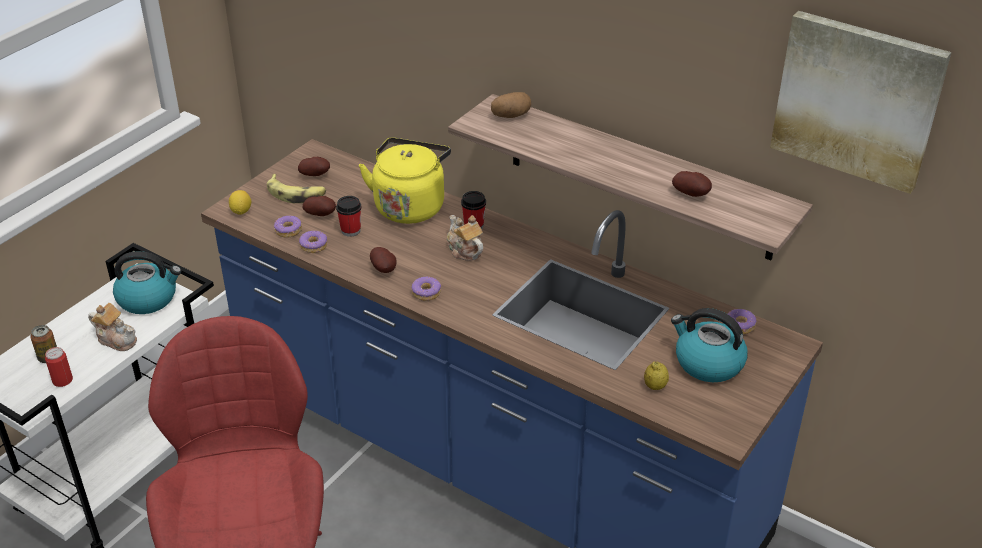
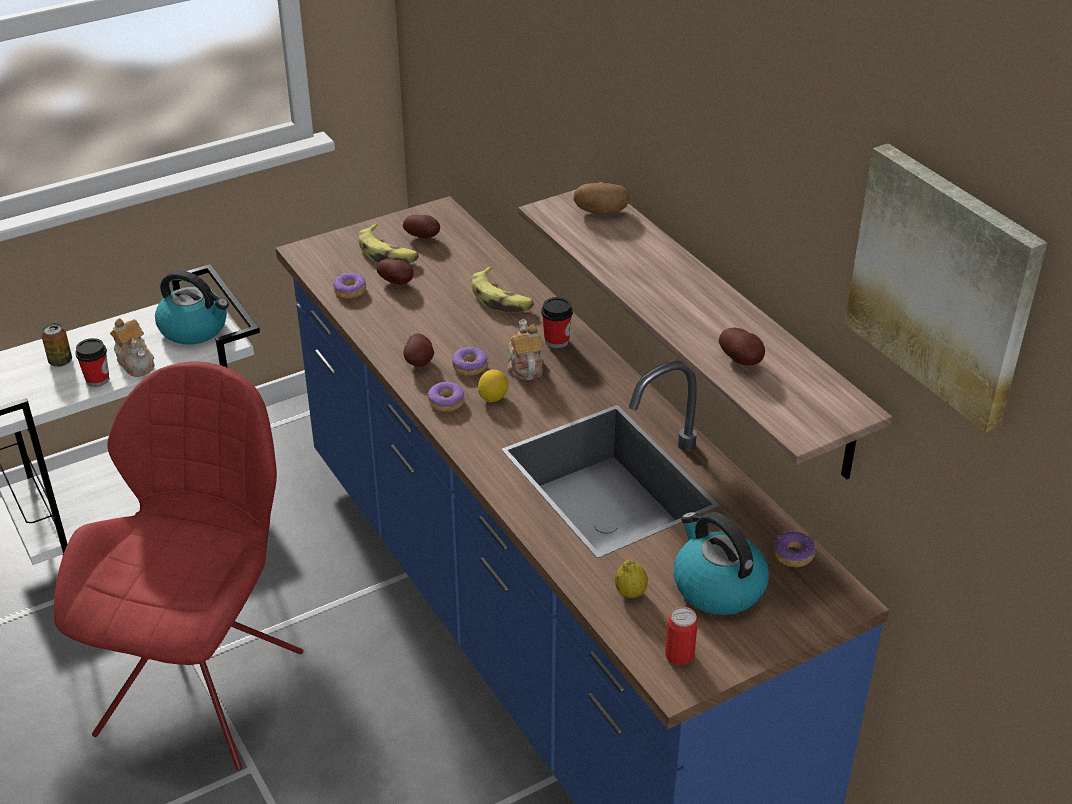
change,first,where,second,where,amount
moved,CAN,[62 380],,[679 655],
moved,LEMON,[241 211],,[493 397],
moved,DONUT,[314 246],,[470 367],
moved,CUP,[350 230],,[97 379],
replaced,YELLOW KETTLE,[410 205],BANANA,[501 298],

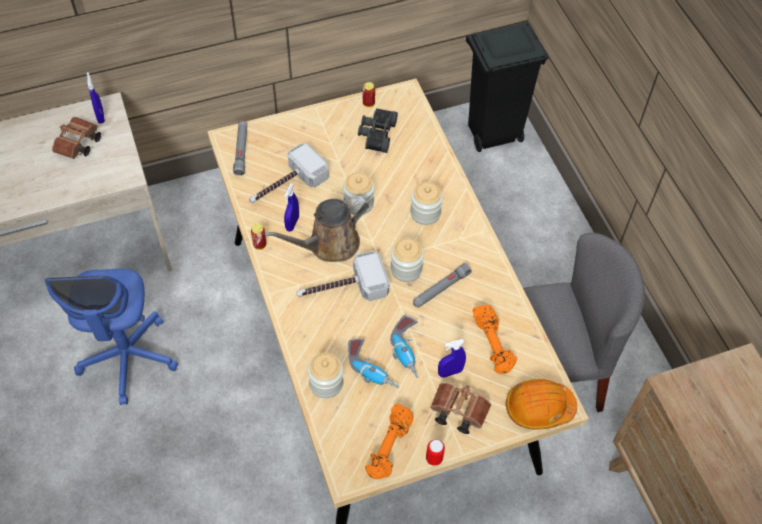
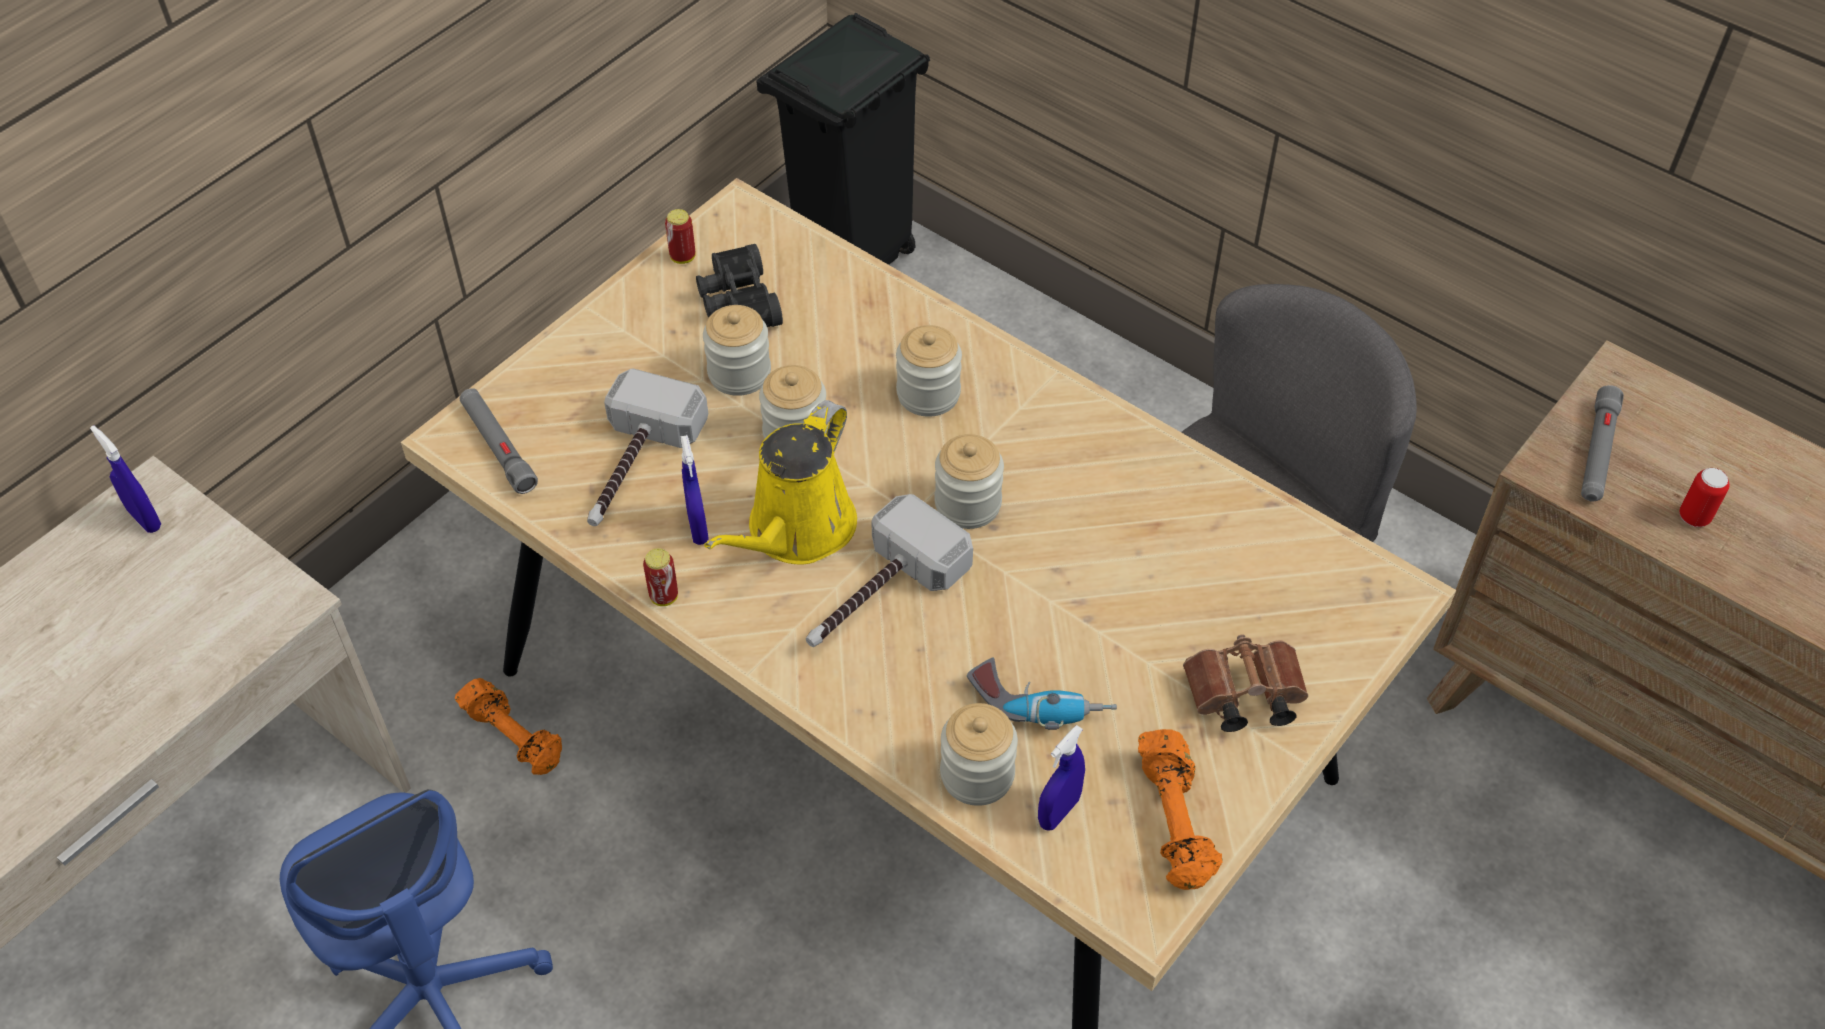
change,first,where,second,where,amount
removed,BROWN BINOCULARS,[78 145],,,
removed,POWER DRILL,[409 350],,,
removed,ORANGE HARD HAT,[539 408],,,
added,,,JAR,[739 373],
moved,GREY FLASHLIGHT,[441 289],,[1597 452],
moved,CAN,[434 458],,[1694 517],
moved,BLUE SPRAY BOTTLE,[450 372],,[1059 812],
moved,ORANGE DUMBBELL,[493 344],,[515 736],
recoloured,BROWN WATERING CAN,[329 245],YELLOW WATERING CAN,[796 531],

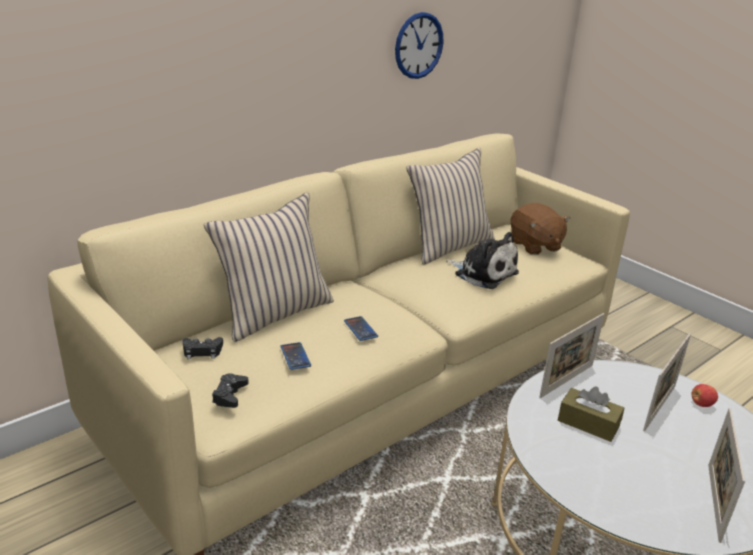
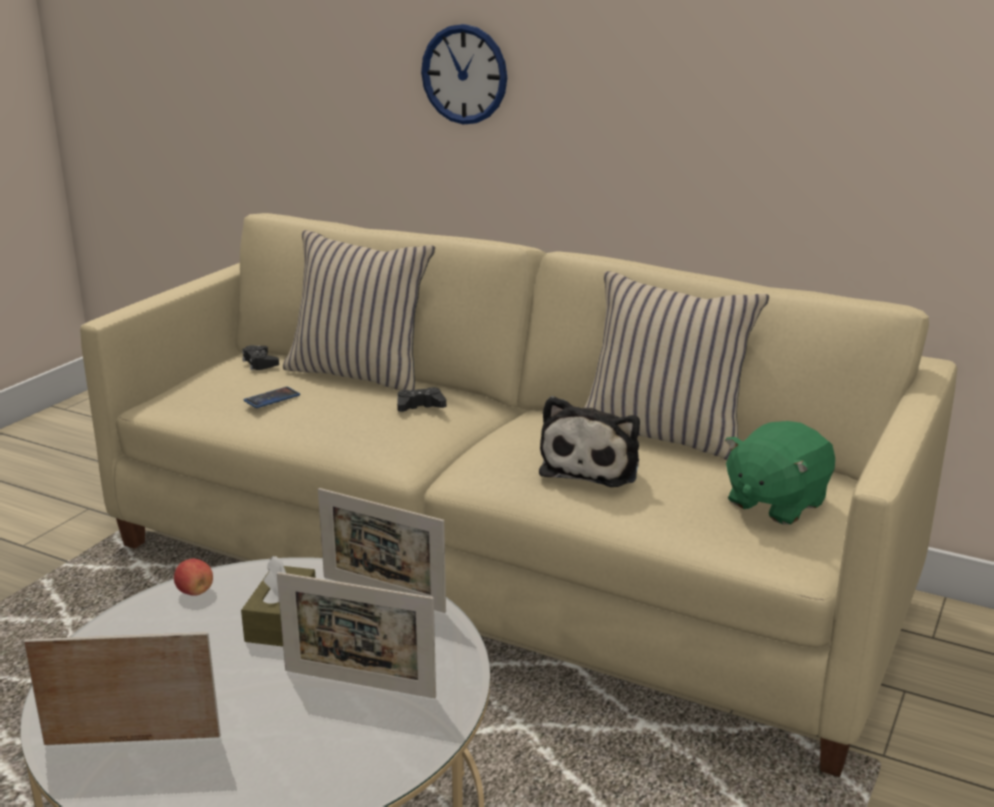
change,first,where,second,where,amount
removed,PHONE,[360 329],,,
moved,BLACK GAME CONTROLLER,[230 395],,[420 406],
moved,WALL CLOCK,[418 45],,[464 74],
moved,APPLE,[701 404],,[195 592],
recoloured,BROWN PLUSH TOY,[534 246],GREEN PLUSH TOY,[775 503],

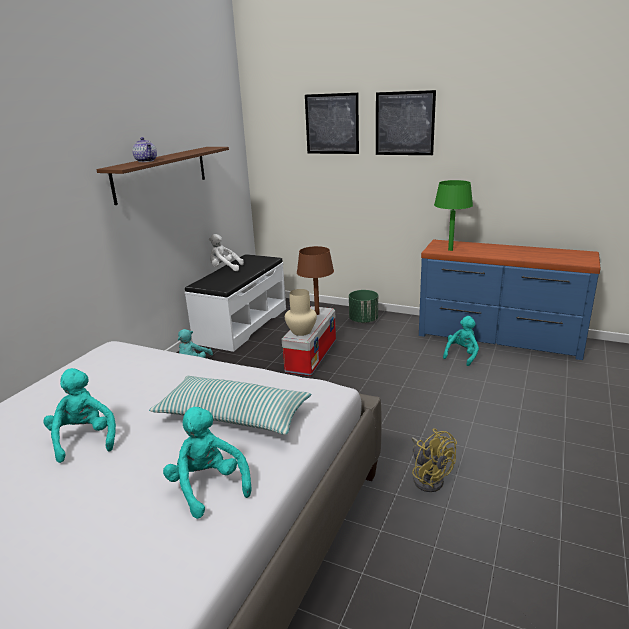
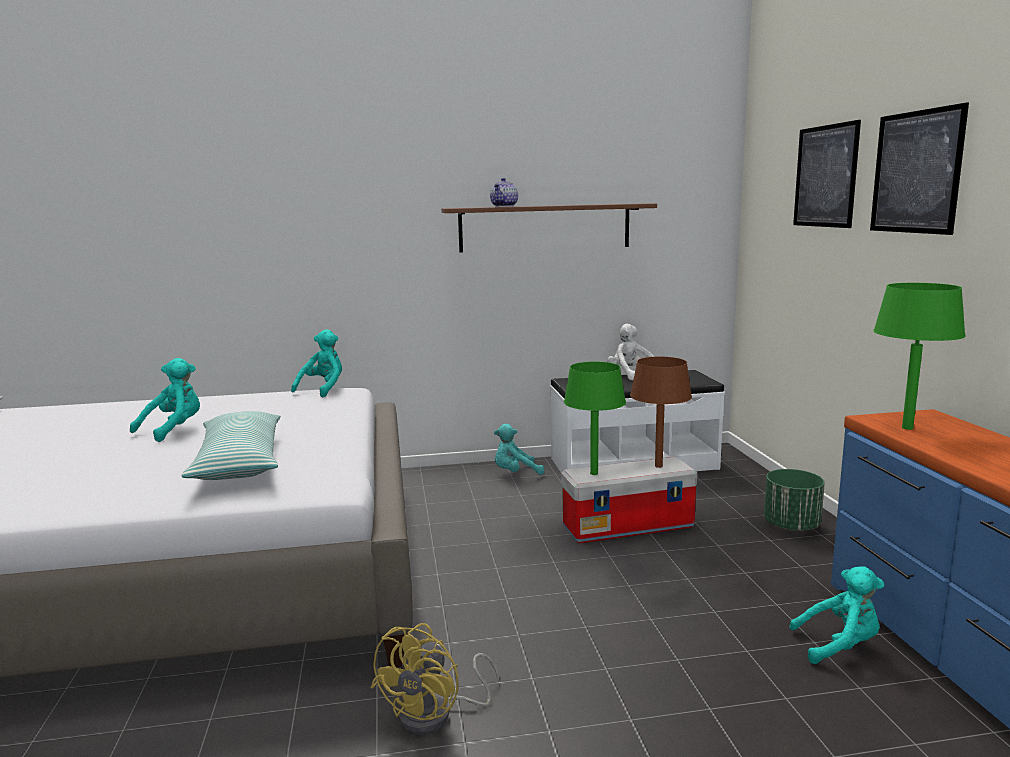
change,first,where,second,where,amount
moved,TURQUOISE PLUSH TOY,[208 486],,[323 389],
replaced,BEIGE VASE,[302 331],GREEN TABLE LAMP,[594 473],

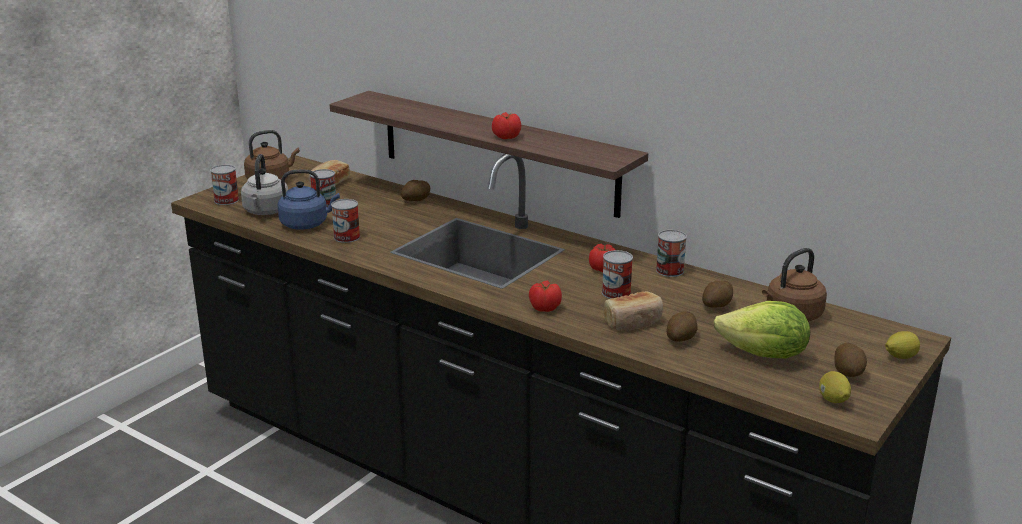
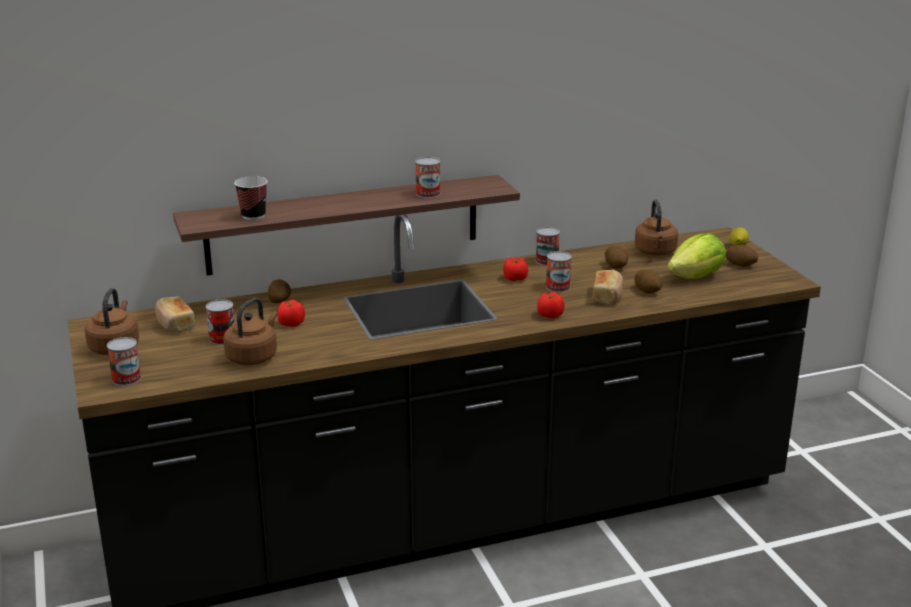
change,first,where,second,where,amount
removed,GREY KETTLE,[266 211],,,
removed,LEMON,[833 400],,,
added,,,CUP,[253 216],
moved,CAN,[347 237],,[428 193],
moved,TOMATO,[506 137],,[291 324],
recoloured,BLUE KETTLE,[307 224],BROWN KETTLE,[253 357],

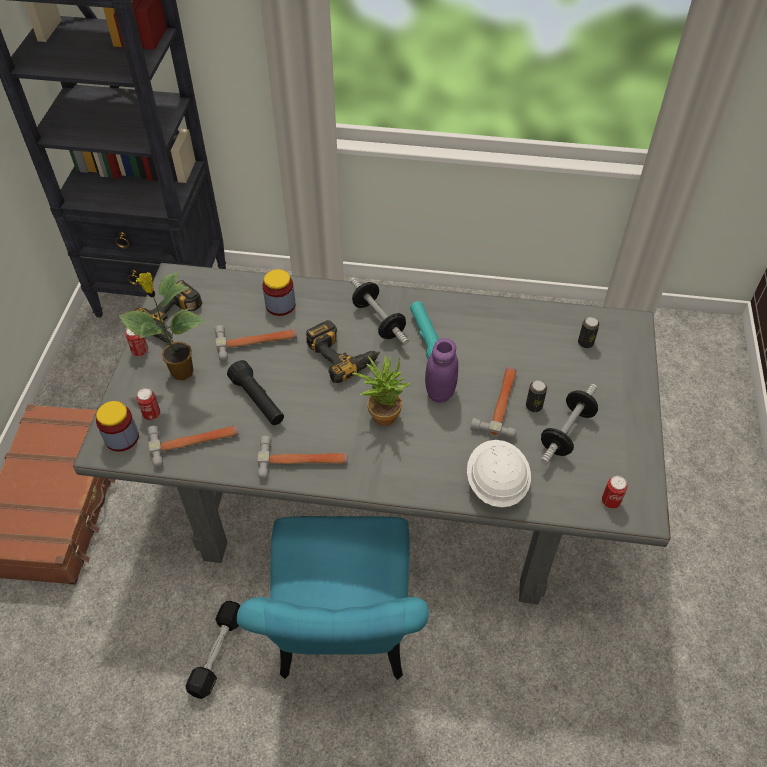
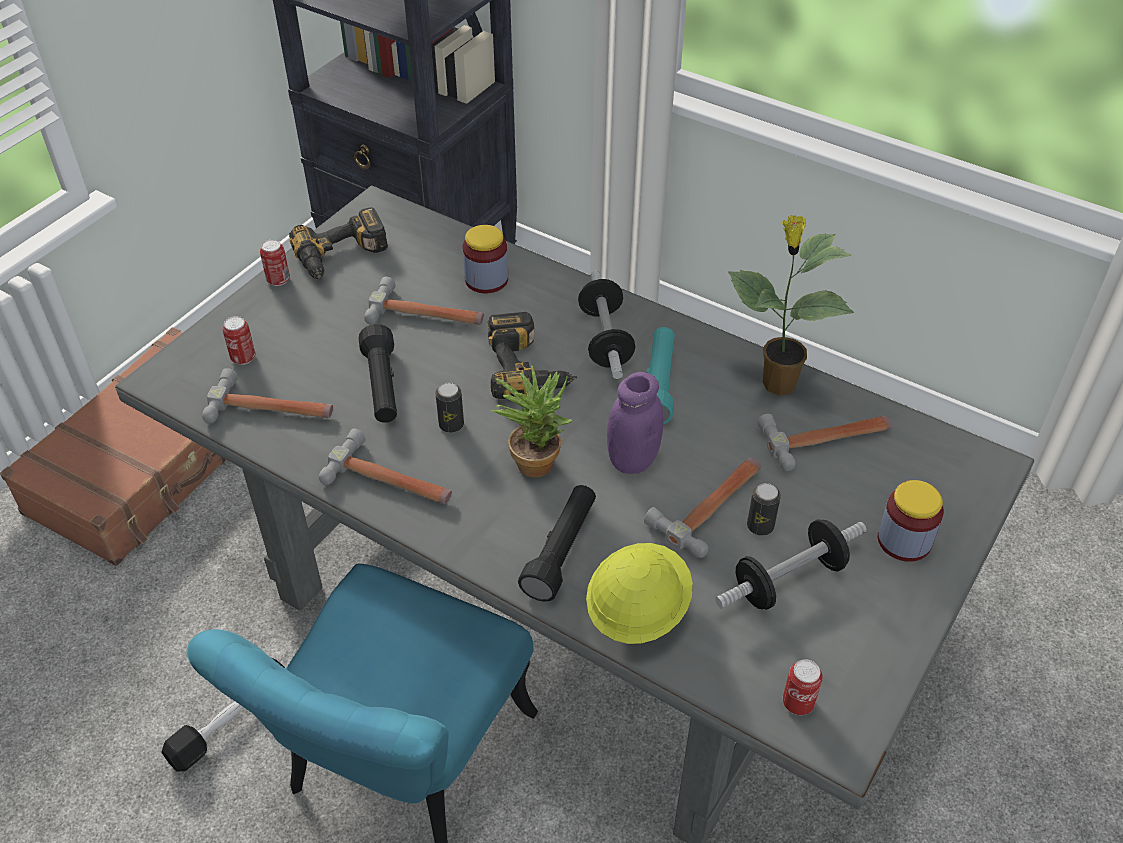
change,first,where,second,where,amount
added,,,BLACK FLASHLIGHT,[561 551],
added,,,HAMMER,[827 439],
moved,JAR,[122 437],,[904 540],
moved,POTTED PLANT,[180 372],,[776 384],
moved,CAN,[585 343],,[451 424],
recoloured,WHITE HARD HAT,[496 483],YELLOW HARD HAT,[637 610],

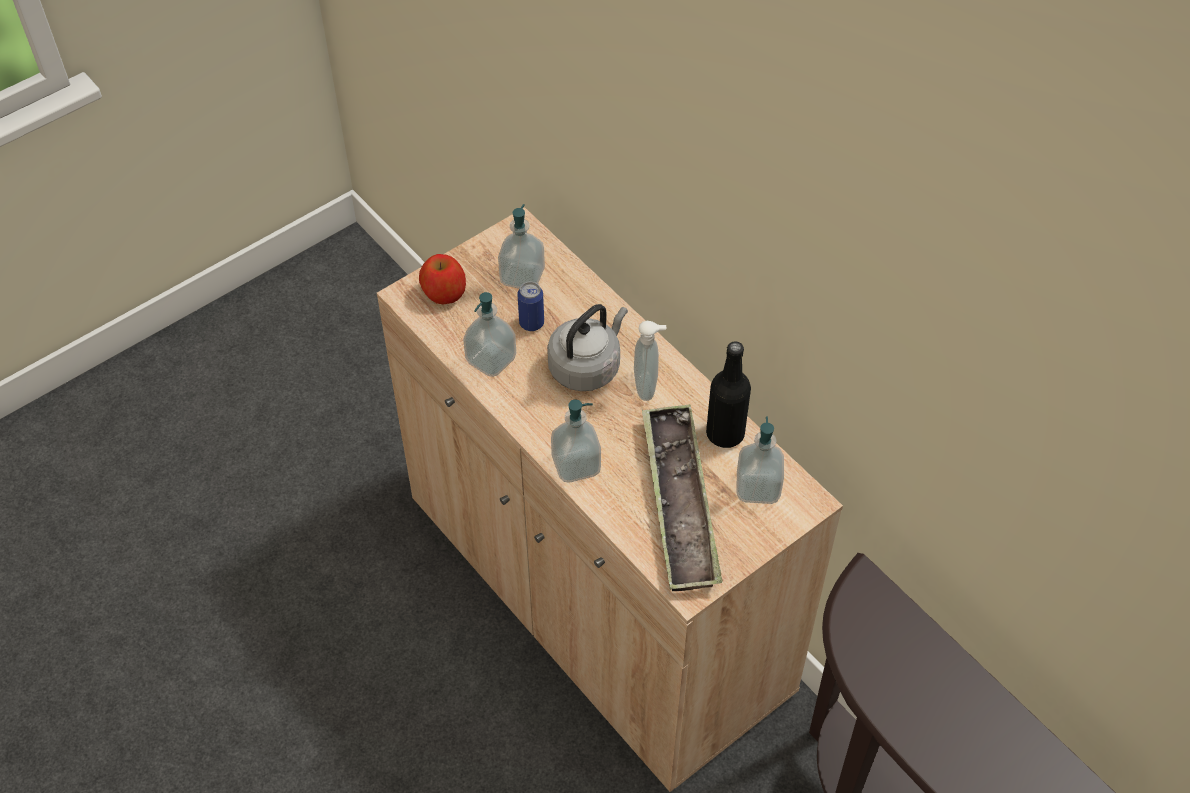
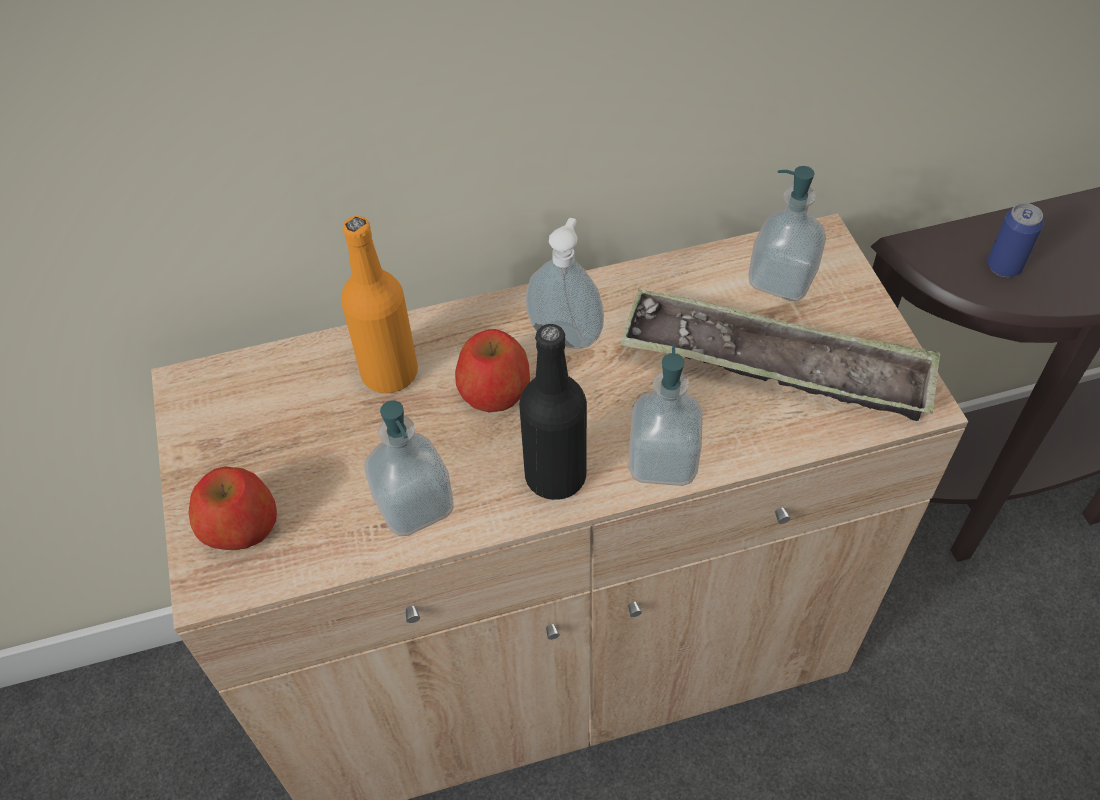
change,first,where,second,where,amount
removed,SOAP DISPENSER,[522 276],,,
added,,,ORANGE BOTTLE,[389 373],
moved,CAN,[531 323],,[1004 266],
moved,BLACK BOTTLE,[725 433],,[555 476],
replaced,GREY KETTLE,[587 366],APPLE,[494 390],

